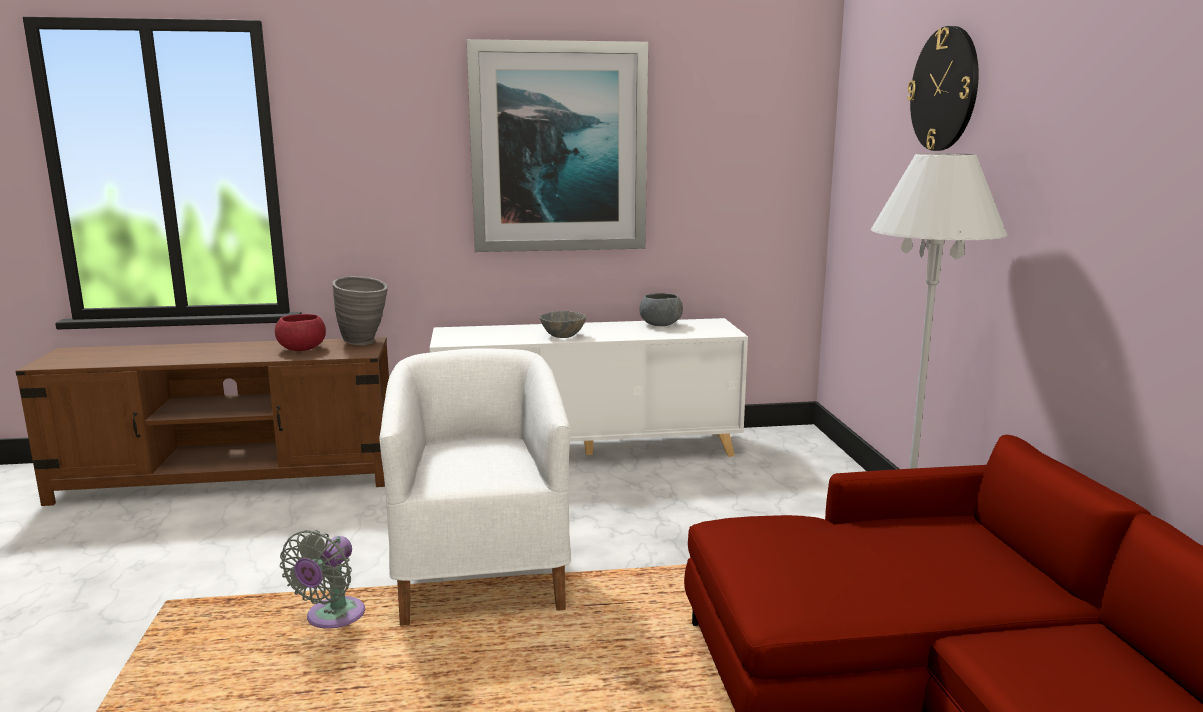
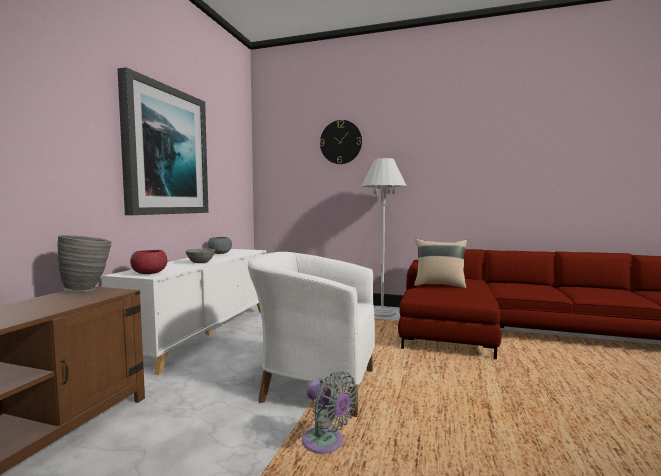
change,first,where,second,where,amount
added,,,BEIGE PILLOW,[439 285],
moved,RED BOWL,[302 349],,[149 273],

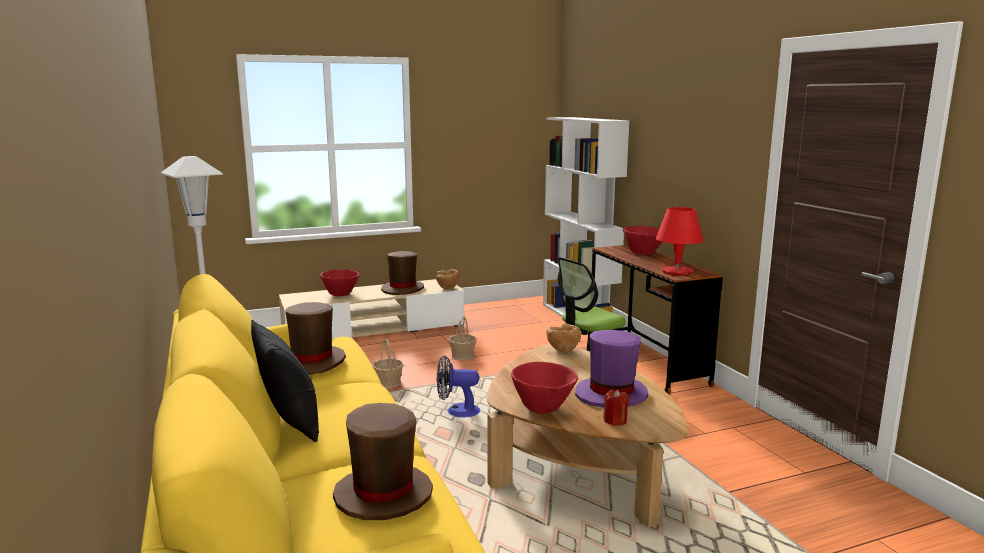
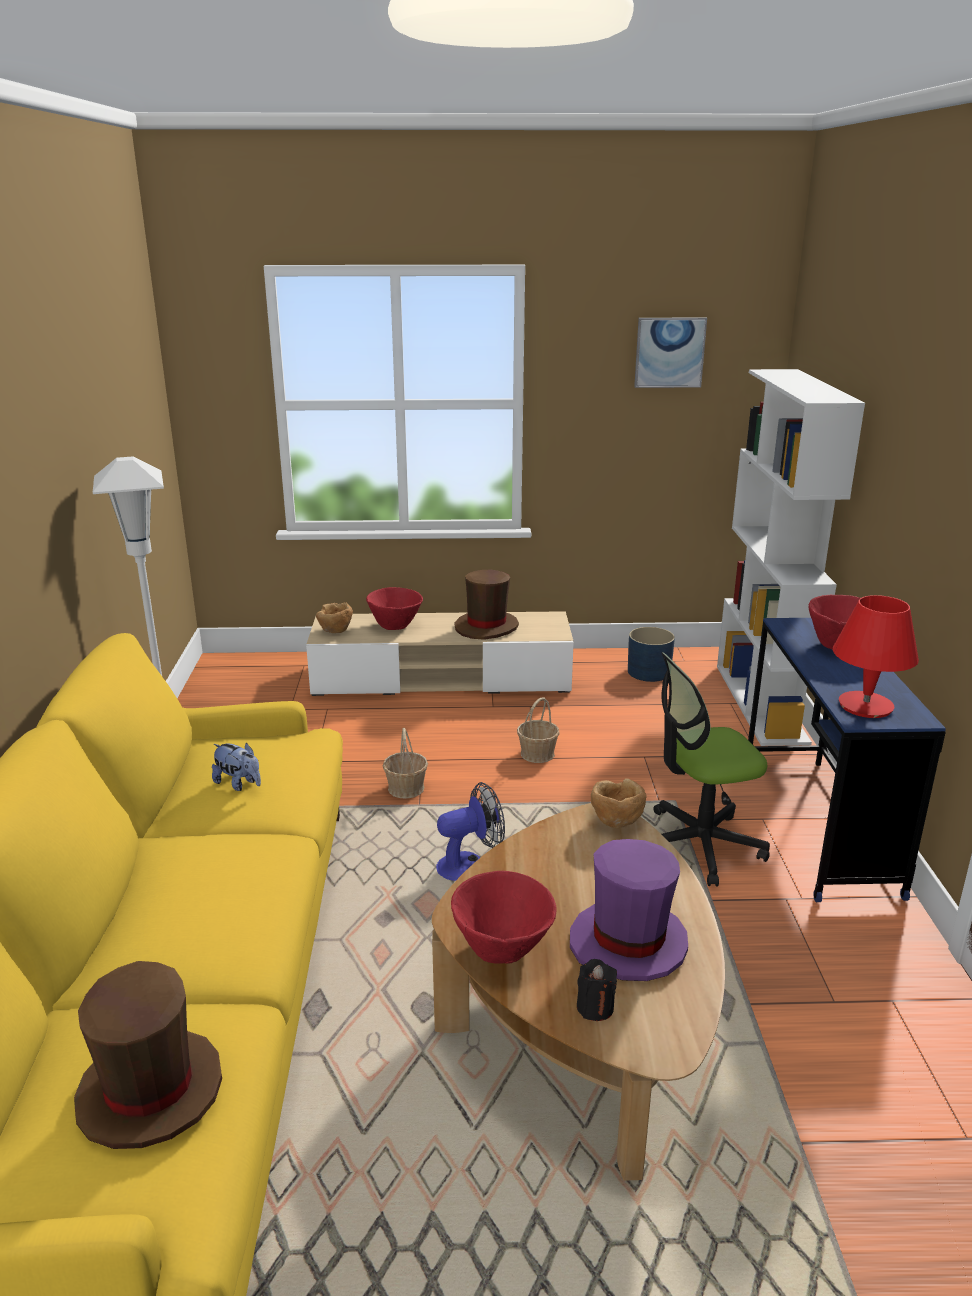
change,first,where,second,where,amount
removed,BLACK PILLOW,[290 423],,,
added,,,BLUE PLANTER,[649 672],
added,,,PICTURE,[669 352],
moved,BROWN BOWL,[447 288],,[335 632],
replaced,BROWN HAT,[312 362],PLUSH TOY,[239 784],
recoloured,BROWN DESK,[646 364],BLUE DESK,[818 825],
recoloured,RED CANDLE,[615 420],BLACK CANDLE,[595 1007],
turned,FAN,[457 411],,[470 865],135 degrees clockwise

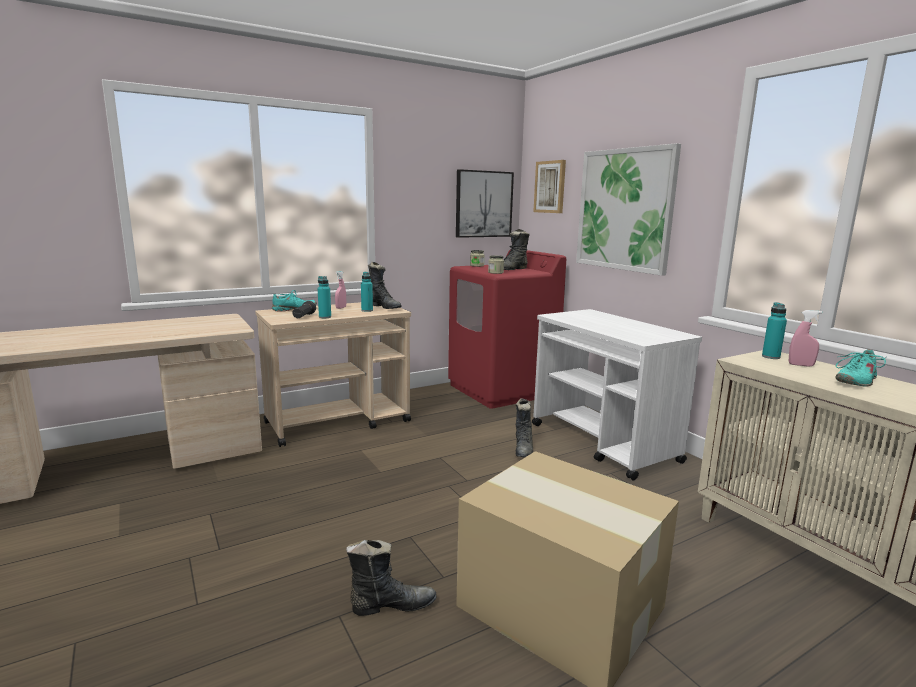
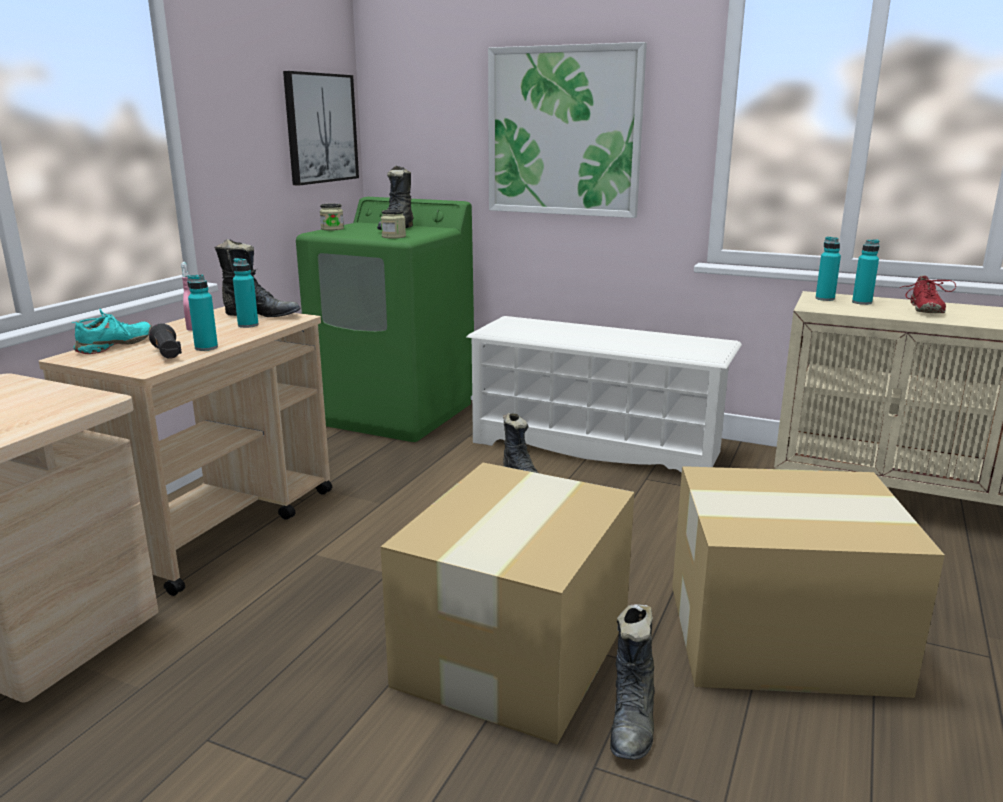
change,first,where,second,where,amount
removed,PICTURE,[550 187],,,
added,,,CARDBOARD BOX,[512 652],
replaced,WHITE CART,[603 443],WHITE SHOE RACK,[597 447],
replaced,PINK SPRAY BOTTLE,[801 365],TURQUOISE BOTTLE,[862 302],
recoloured,RED WASHING MACHINE,[502 390],GREEN WASHING MACHINE,[396 413],
recoloured,TURQUOISE SHOE,[855 380],RED SHOE,[924 309],
turned,BLACK BOOT,[391 605],,[633 723],150 degrees clockwise

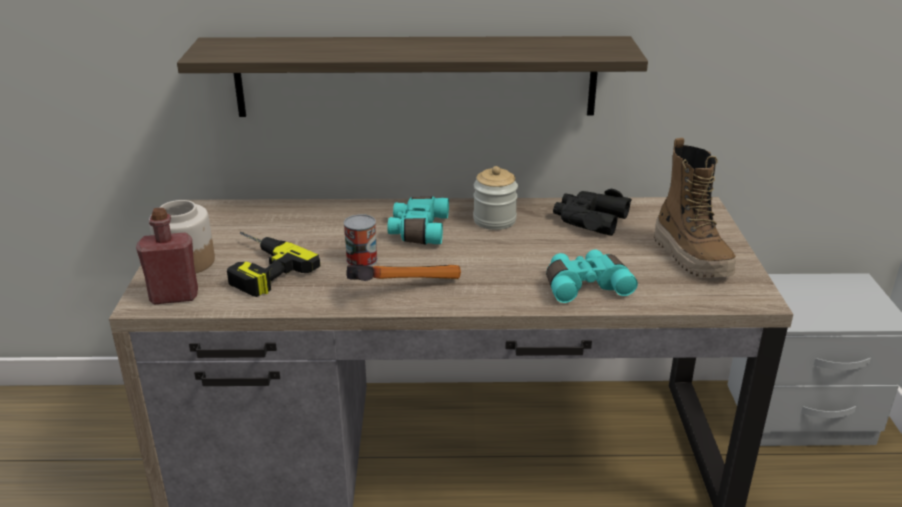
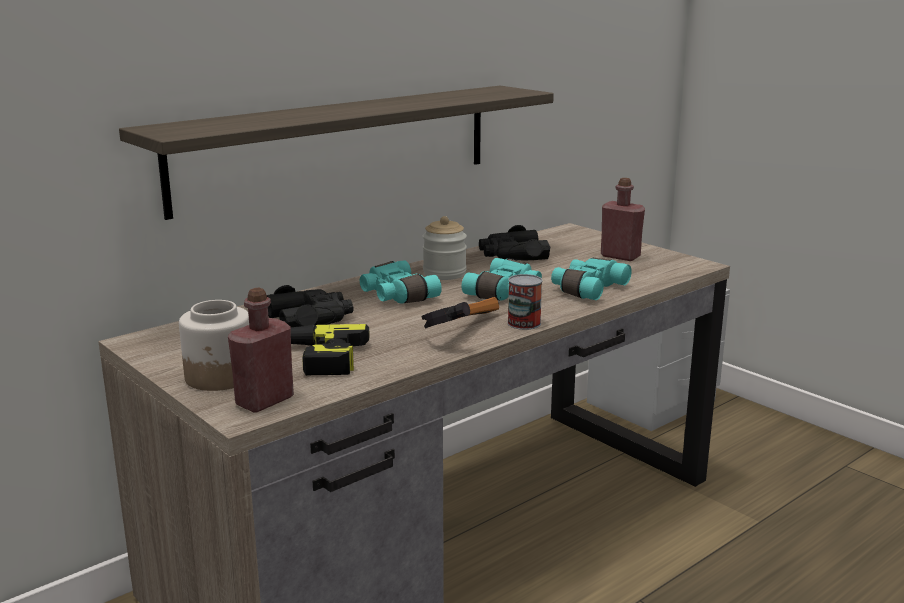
change,first,where,second,where,amount
added,,,BLACK BINOCULARS,[310 319],
added,,,TURQUOISE BINOCULARS,[505 293],
moved,CAN,[362 260],,[524 323],
replaced,BOOT,[691 257],RED BOTTLE,[620 256],

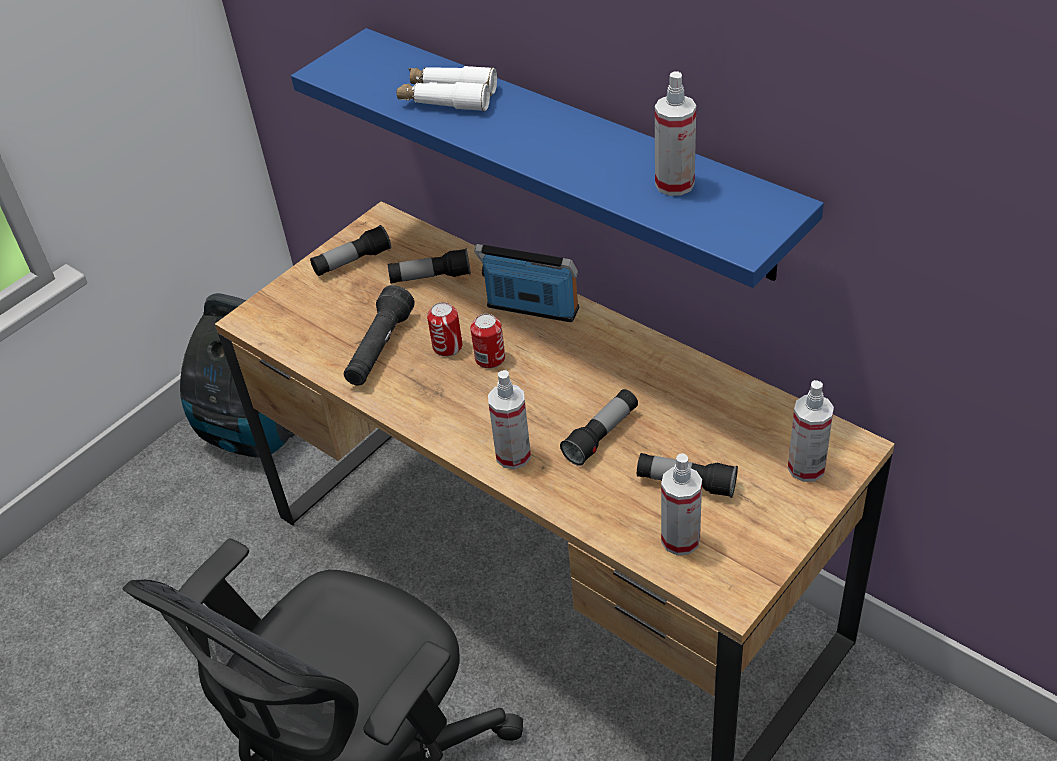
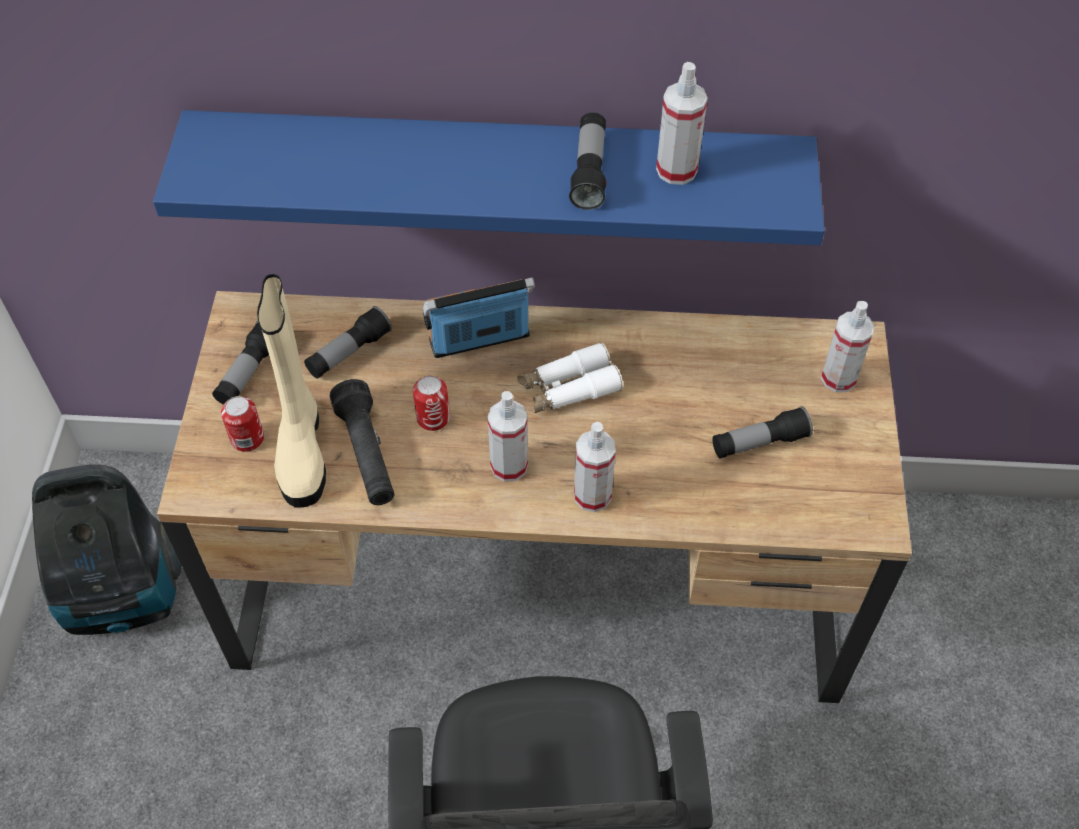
change,first,where,second,where,amount
added,,,BEIGE BOOT,[302 449],
moved,WHITE BINOCULARS,[448 98],,[568 388],
moved,CAN,[490 358],,[247 438],
moved,FLASHLIGHT,[601 435],,[589 171],
moved,SPRAY BOTTLE,[680 540],,[509 466],

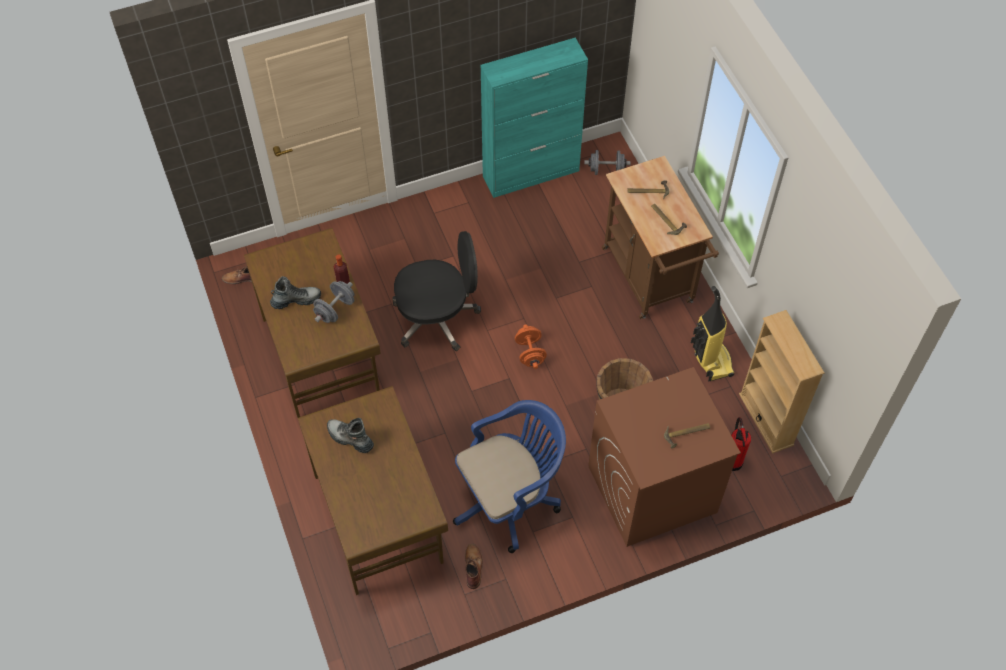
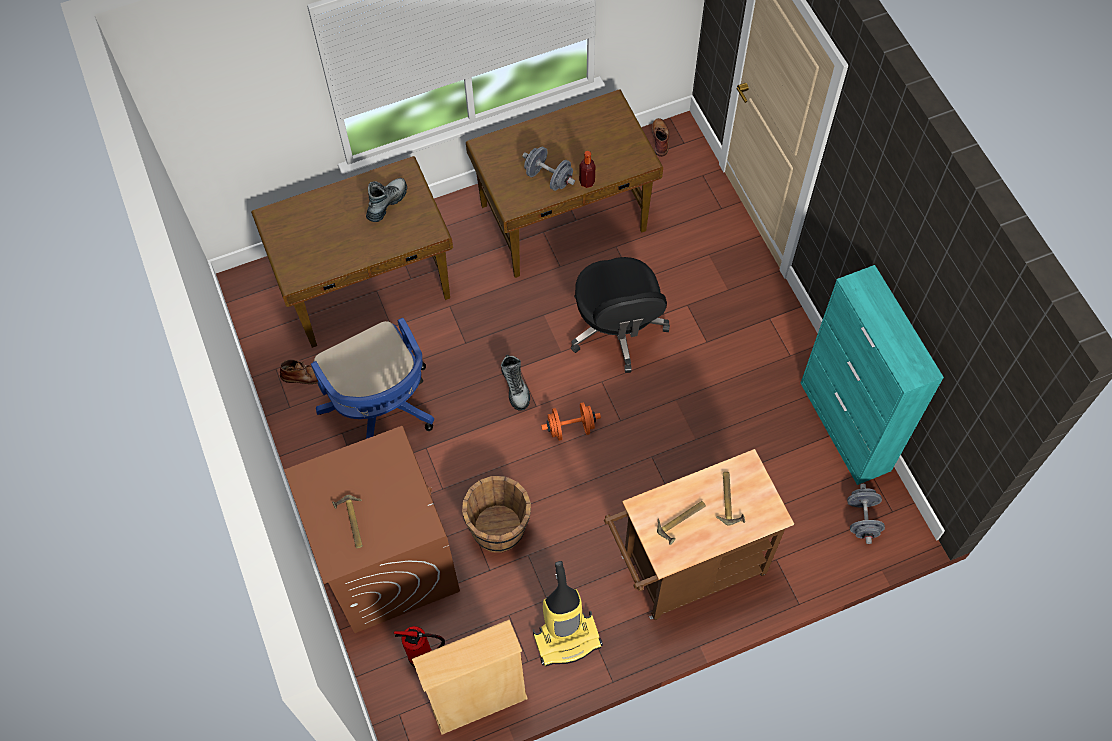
change,first,where,second,where,amount
moved,BOOT,[296 300],,[515 387],

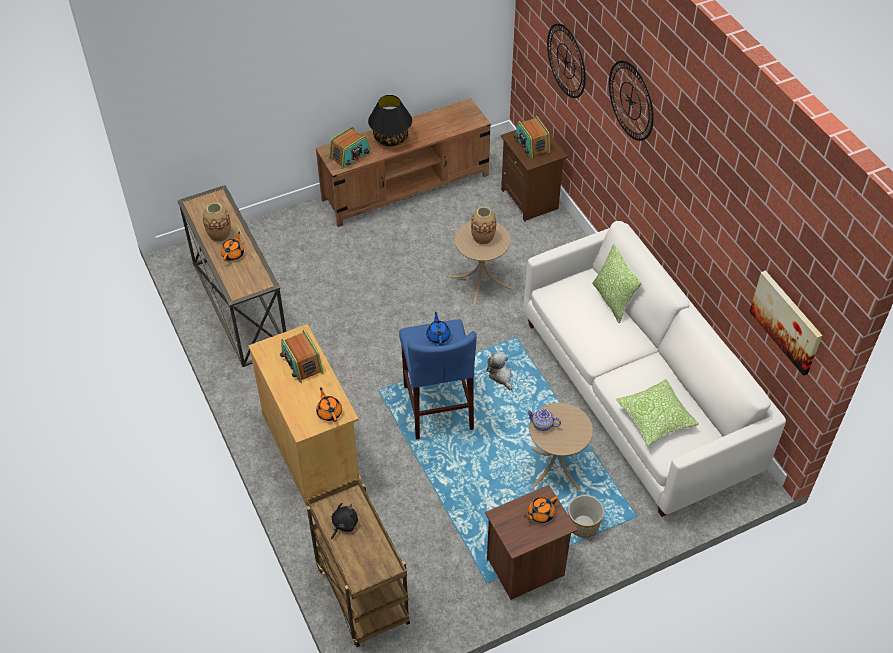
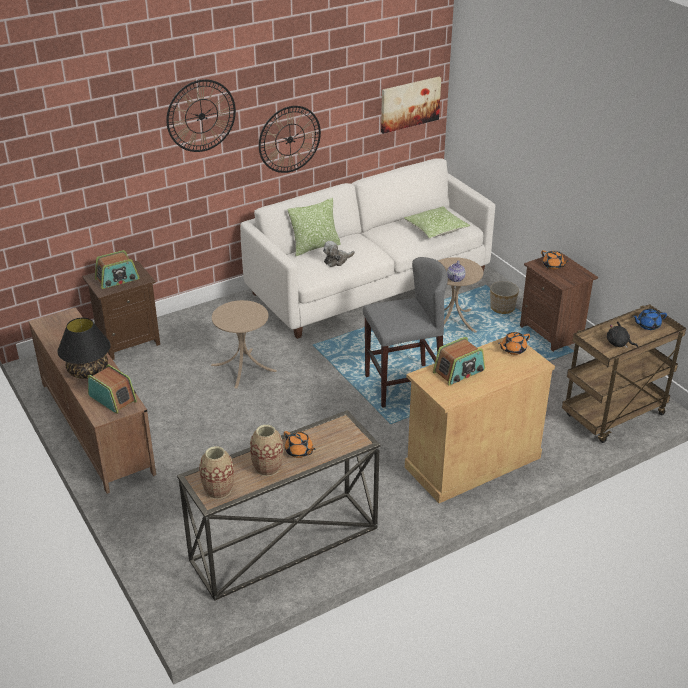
change,first,where,second,where,amount
moved,BLUE TEAPOT,[438 336],,[647 325],
moved,VASE,[483 238],,[218 490],
moved,PLUSH TOY,[500 376],,[337 260],
moved,WALL CLOCK,[566 61],,[289 139],
recoloured,BLUE STOOL,[438 407],GREY STOOL,[403 386],
turned,ORANGE TEAPOT,[233 254],,[299 451],150 degrees counterclockwise

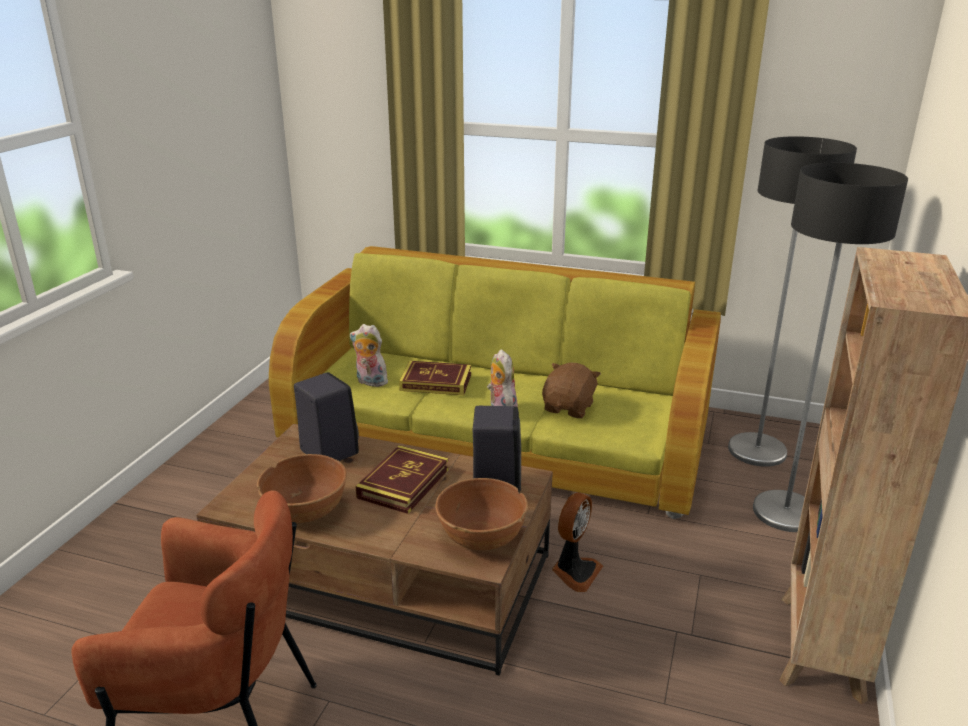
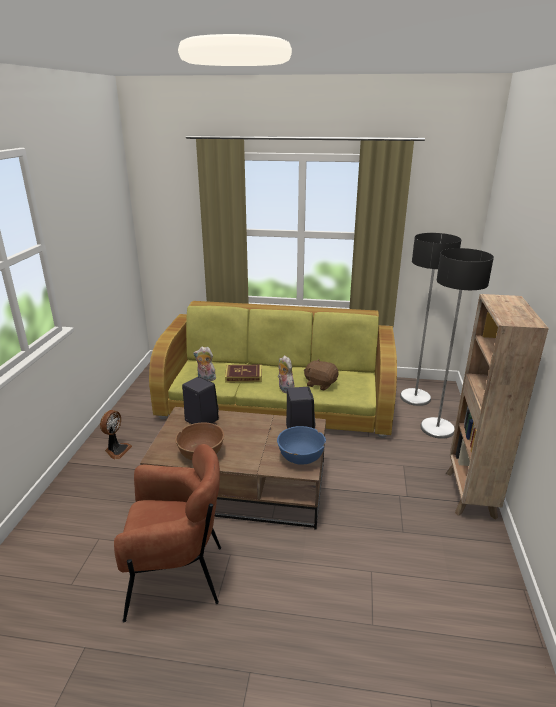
change,first,where,second,where,amount
removed,BOOK,[403 483],,,
moved,FAN,[574 571],,[117 450],
recoloured,BROWN BOWL,[481 537],BLUE BOWL,[301 457],
turned,BROWN PLUSH TOY,[569 408],,[320 384],75 degrees counterclockwise

